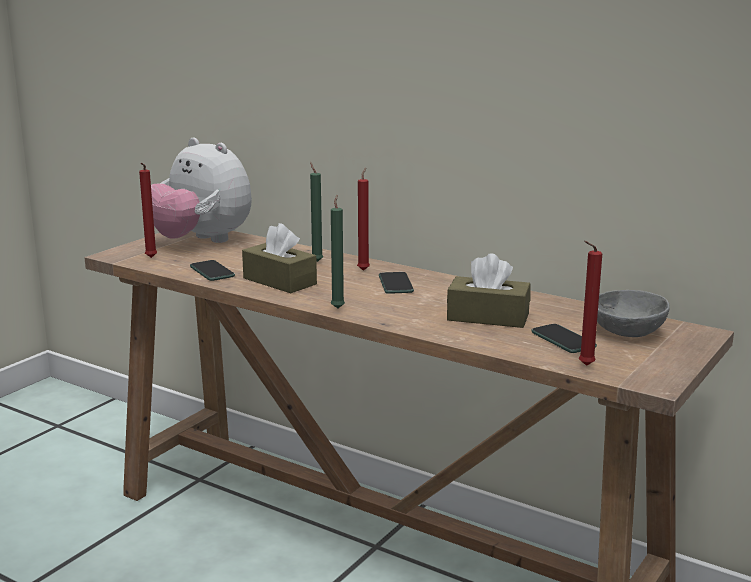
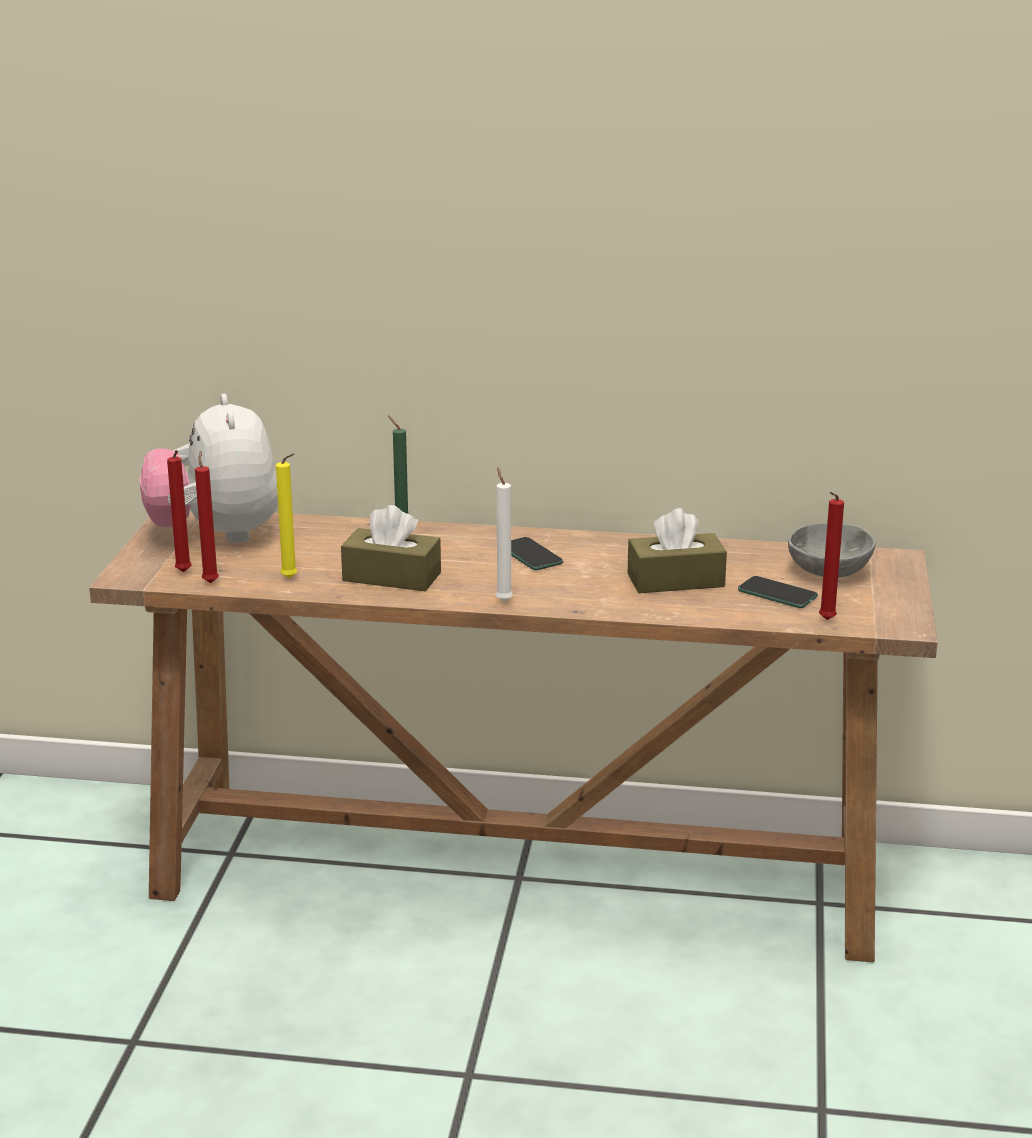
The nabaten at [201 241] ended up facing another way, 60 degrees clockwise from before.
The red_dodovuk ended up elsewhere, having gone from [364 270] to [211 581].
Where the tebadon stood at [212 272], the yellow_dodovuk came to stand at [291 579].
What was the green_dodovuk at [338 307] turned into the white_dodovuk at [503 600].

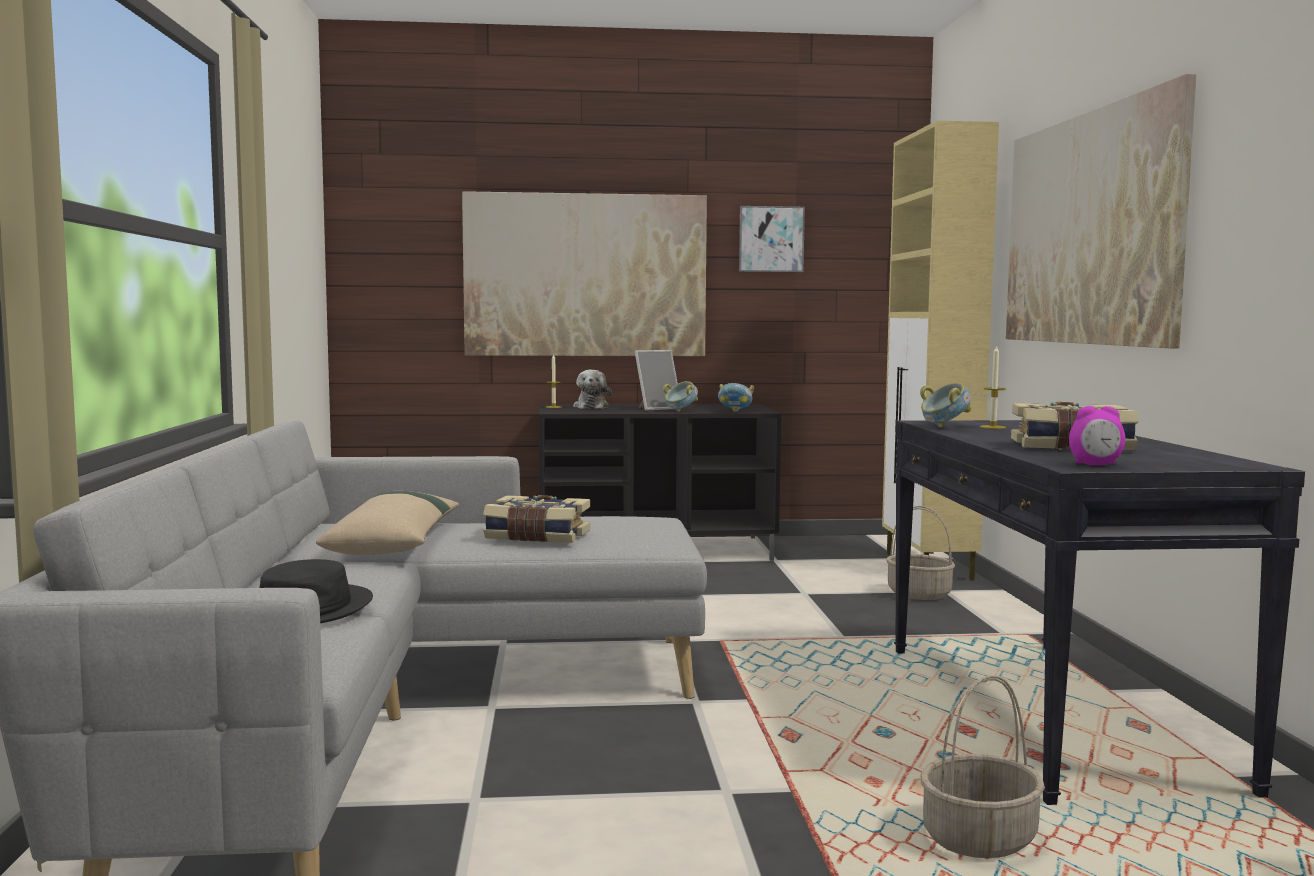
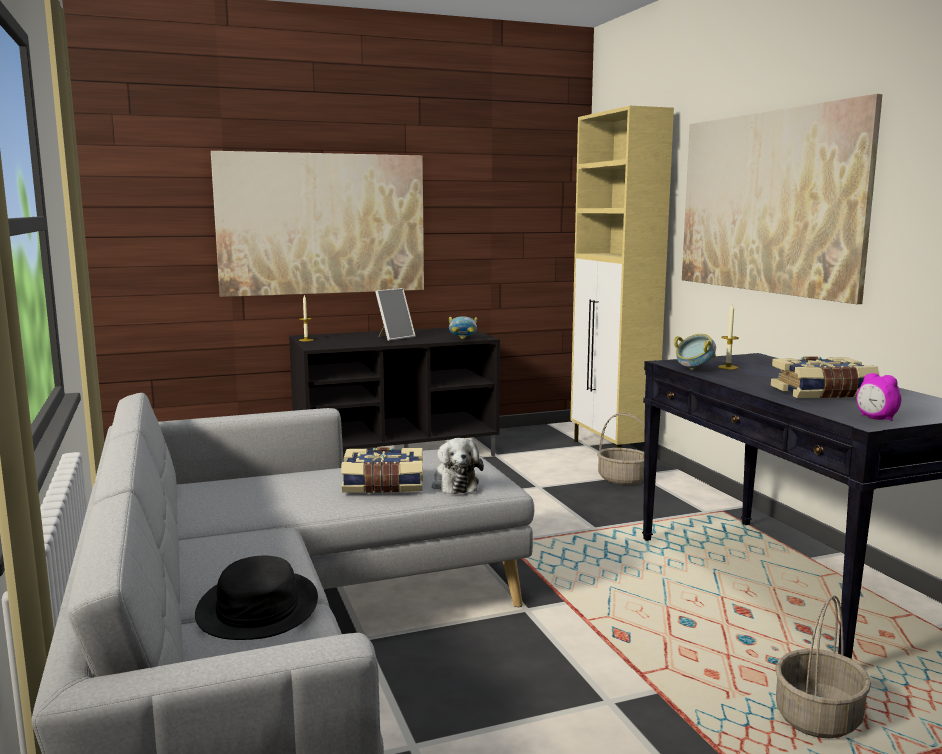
The nabaten ended up elsewhere, having gone from [591 407] to [454 484].
The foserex at [1095 465] ended up facing another way, 60 degrees clockwise from before.
The second view lost the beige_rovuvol at [394 542].
The second view lost the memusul at [680 411].
The second view lost the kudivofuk at [771 239].

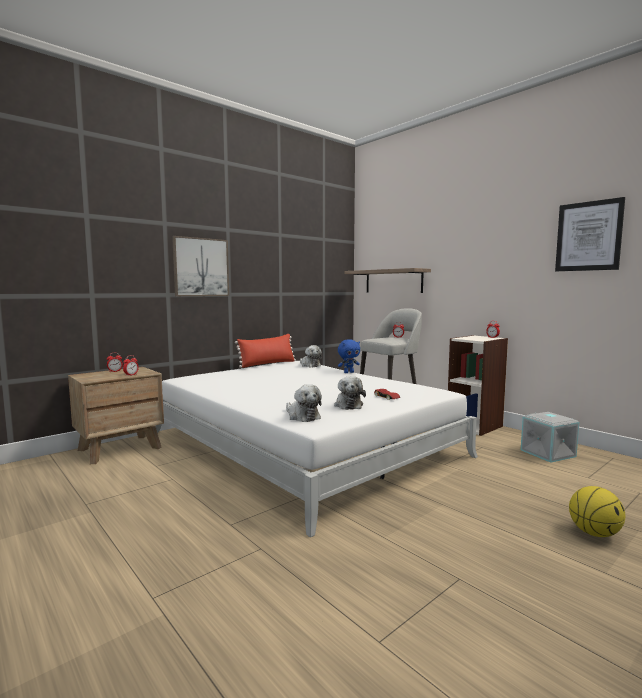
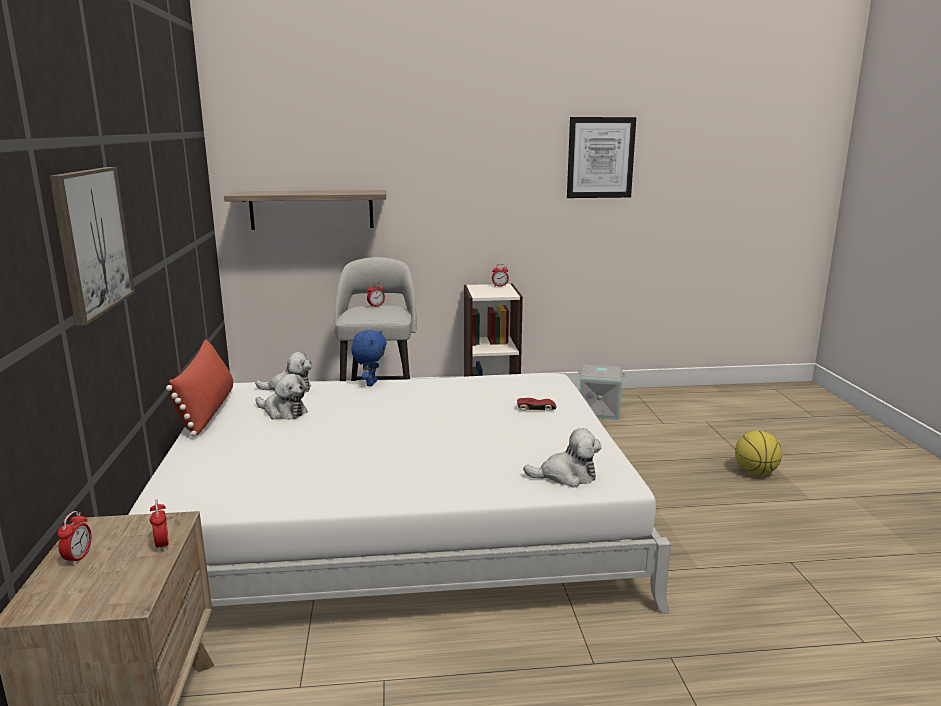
The nabaten ended up elsewhere, having gone from [348 405] to [283 412].

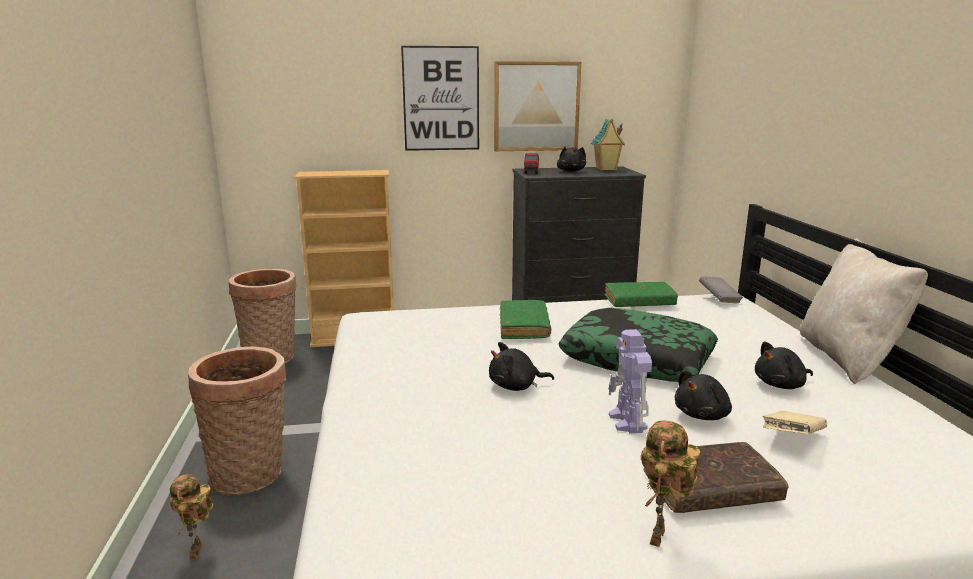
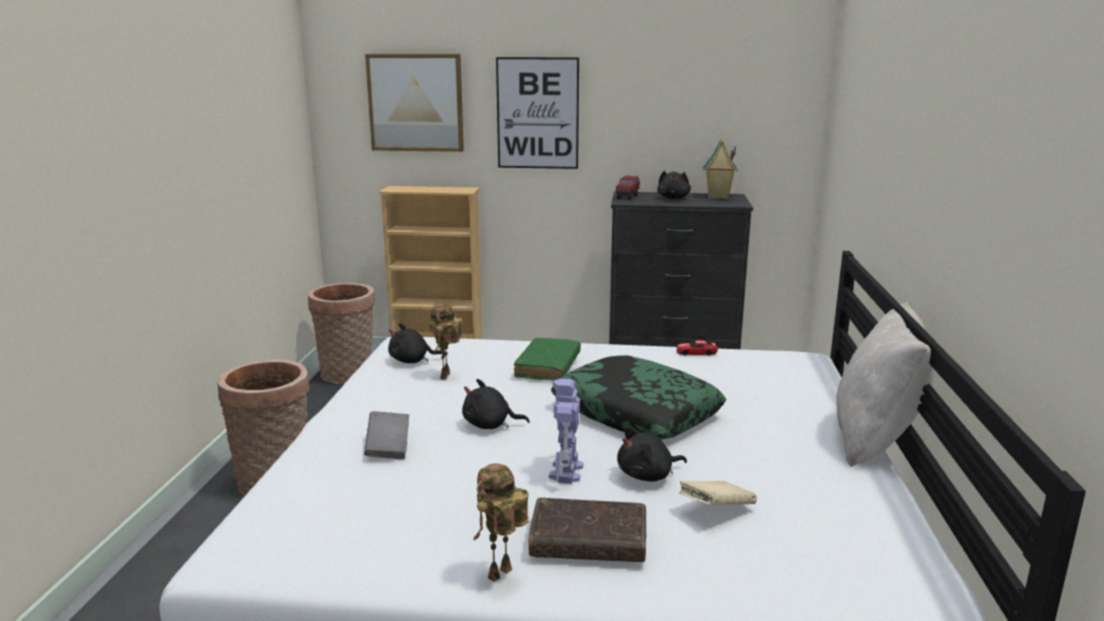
The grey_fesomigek ended up elsewhere, having gone from [719 299] to [388 448].
The kudivofuk ended up elsewhere, having gone from [536 106] to [416 103].
The black_nabaten ended up elsewhere, having gone from [781 385] to [412 361].
The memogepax ended up elsewhere, having gone from [198 552] to [447 376].
Where the green_fesomigek stood at [639 302], the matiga came to stand at [696 352].

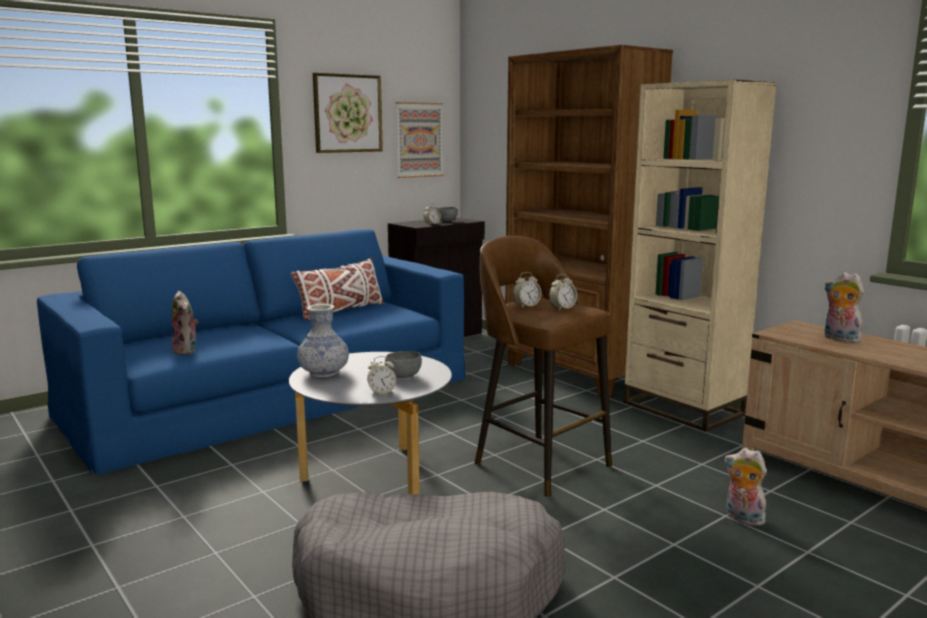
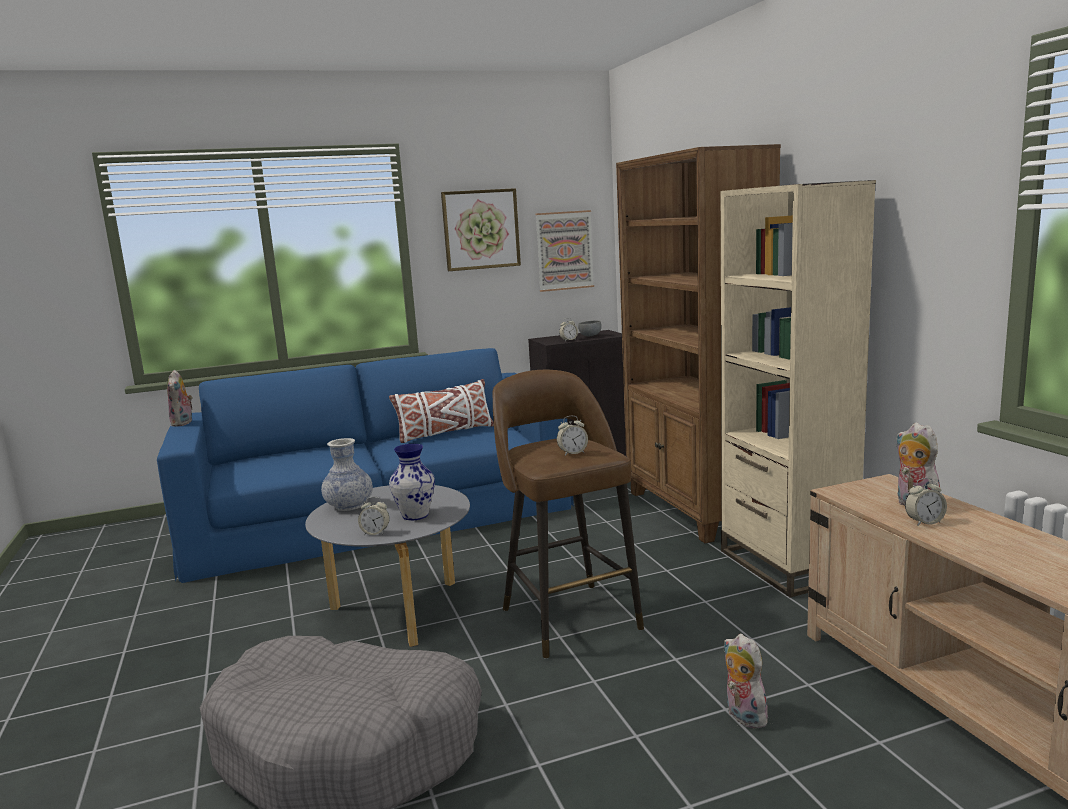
The nabaten ended up elsewhere, having gone from [187 351] to [183 423].
Where the grey_memusul stood at [403 376], the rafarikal came to stand at [414 515].
The foserex ended up elsewhere, having gone from [526 306] to [924 522].

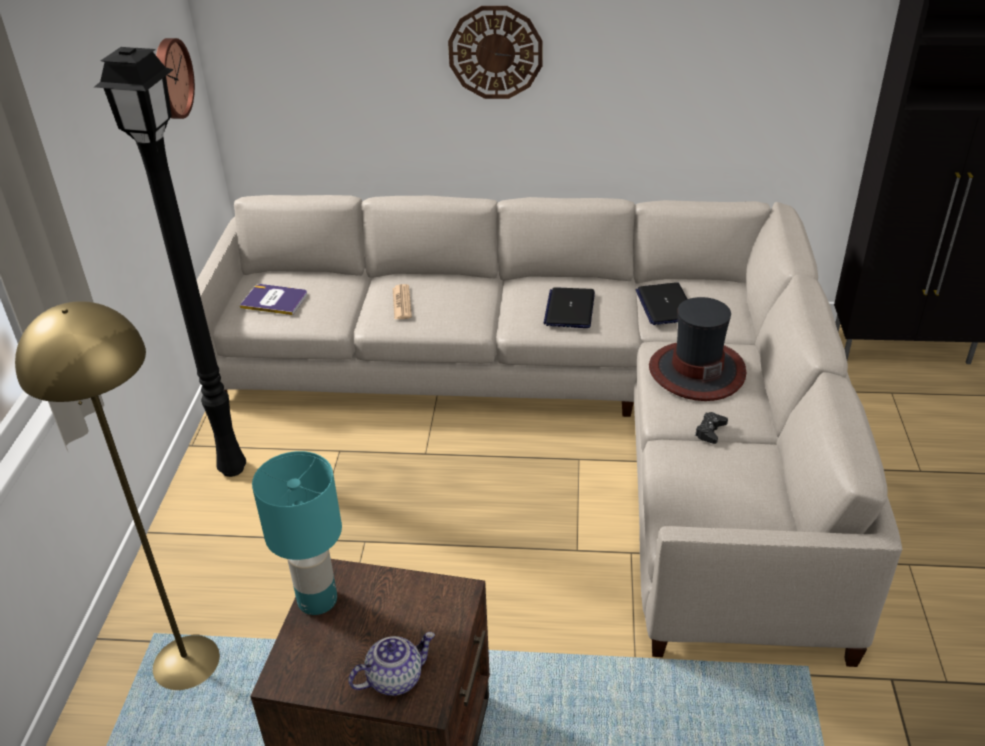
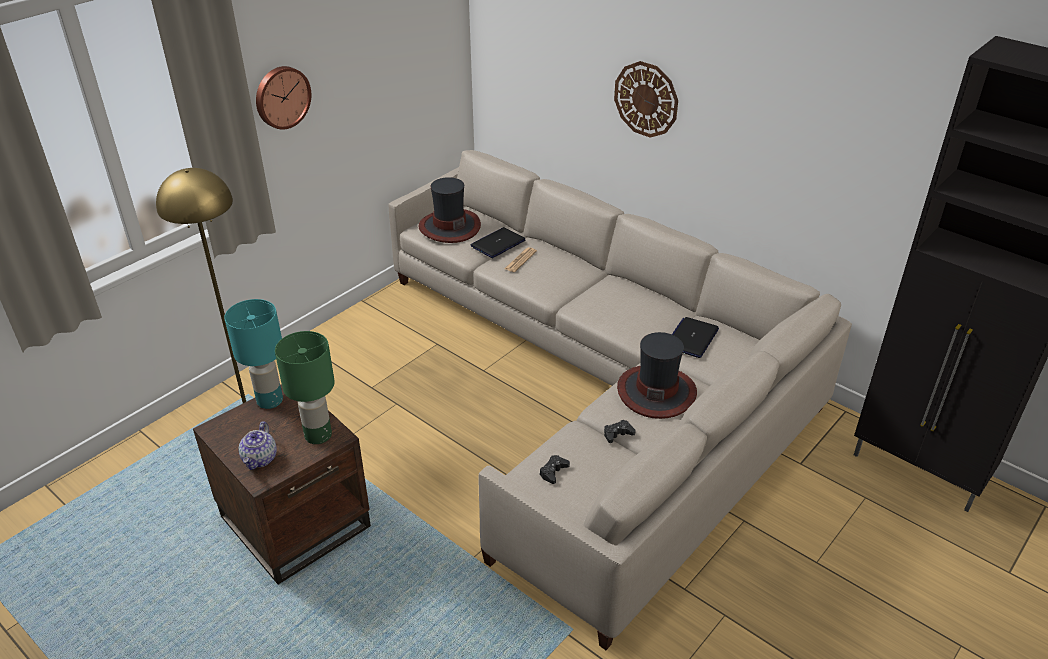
The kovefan at [395 678] ended up facing another way, 90 degrees clockwise from before.
The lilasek ended up elsewhere, having gone from [170 78] to [281 97].
The second view gained the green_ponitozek at [318 436].
Where the fesomigek stood at [274 300], the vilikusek came to stand at [449 227].
The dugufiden ended up elsewhere, having gone from [569 309] to [498 243].
The second view gained the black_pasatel at [553 472].
The second view lost the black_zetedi at [231 467].

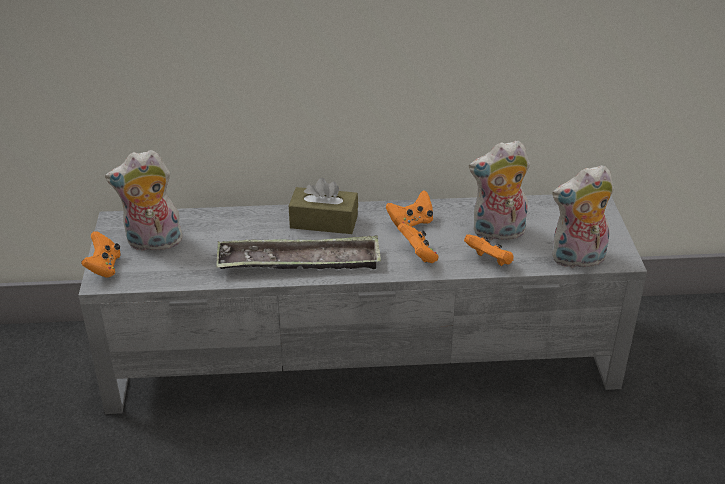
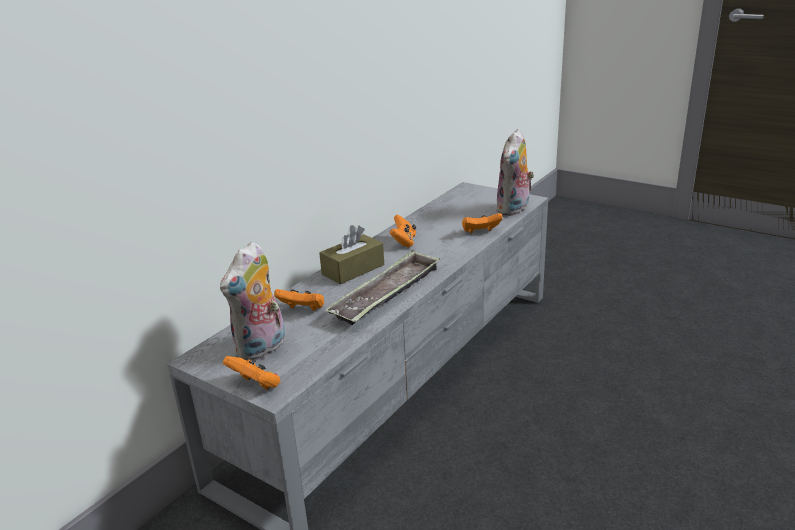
The orange_pasatel ended up elsewhere, having gone from [418 255] to [303 310].
The second view lost the nabaten at [497 233].

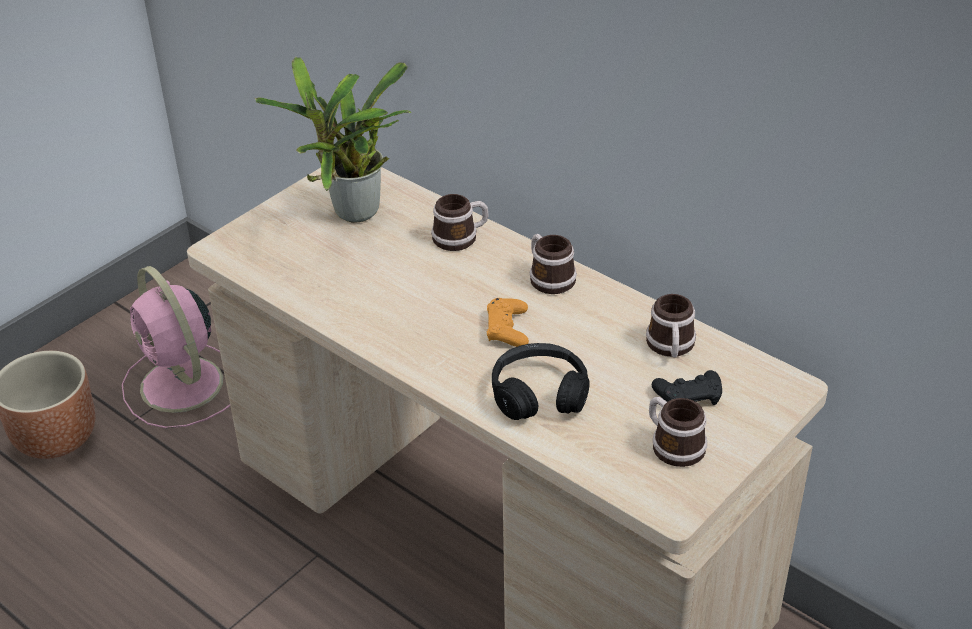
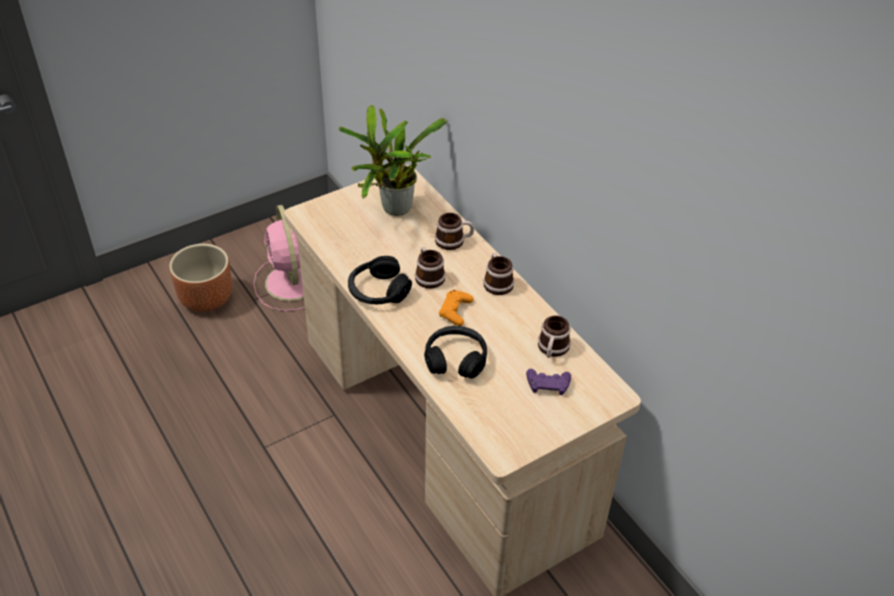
The second view gained the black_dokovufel at [378 291].
The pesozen ended up elsewhere, having gone from [673 444] to [428 276].
What was the black_pasatel at [688 395] turned into the purple_pasatel at [548 384].

